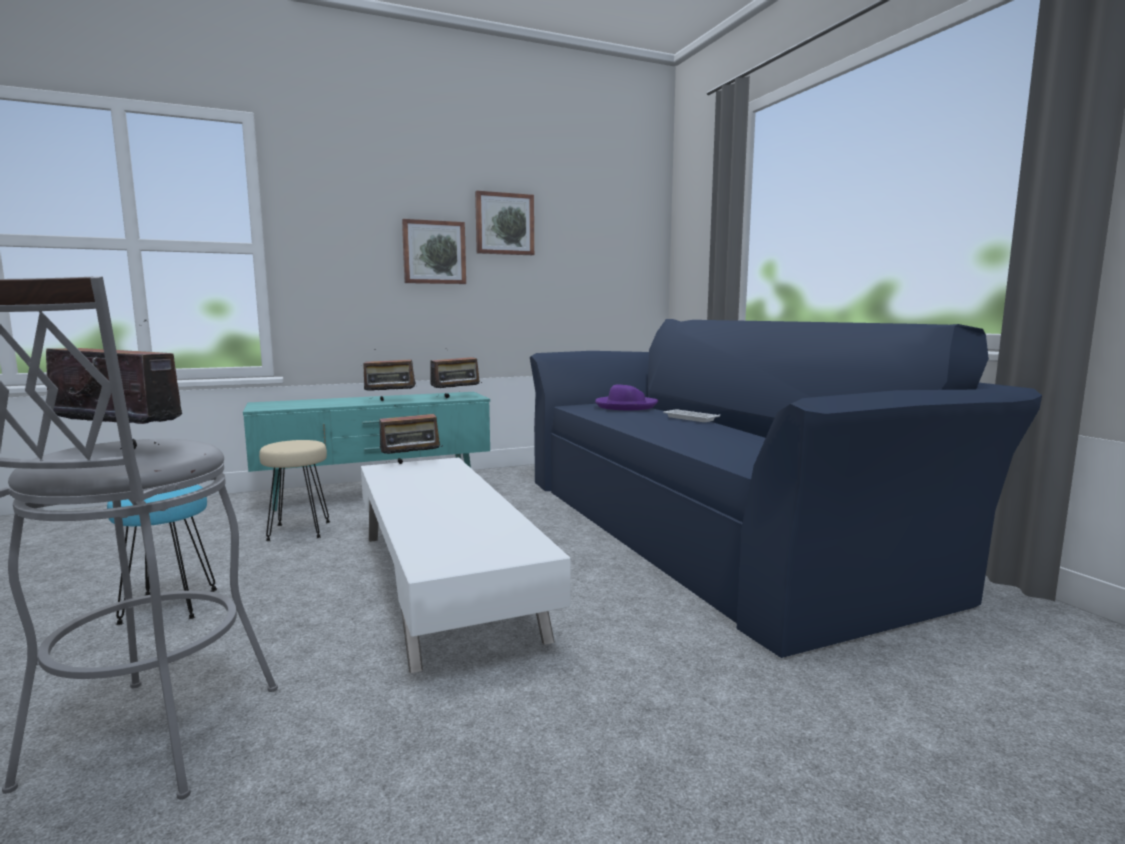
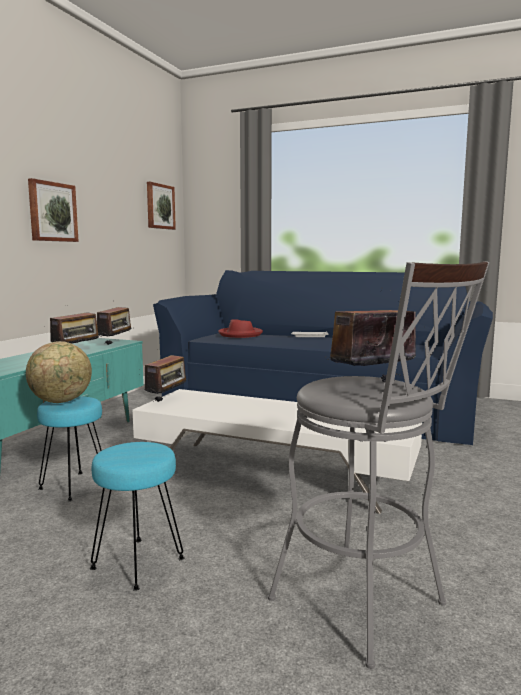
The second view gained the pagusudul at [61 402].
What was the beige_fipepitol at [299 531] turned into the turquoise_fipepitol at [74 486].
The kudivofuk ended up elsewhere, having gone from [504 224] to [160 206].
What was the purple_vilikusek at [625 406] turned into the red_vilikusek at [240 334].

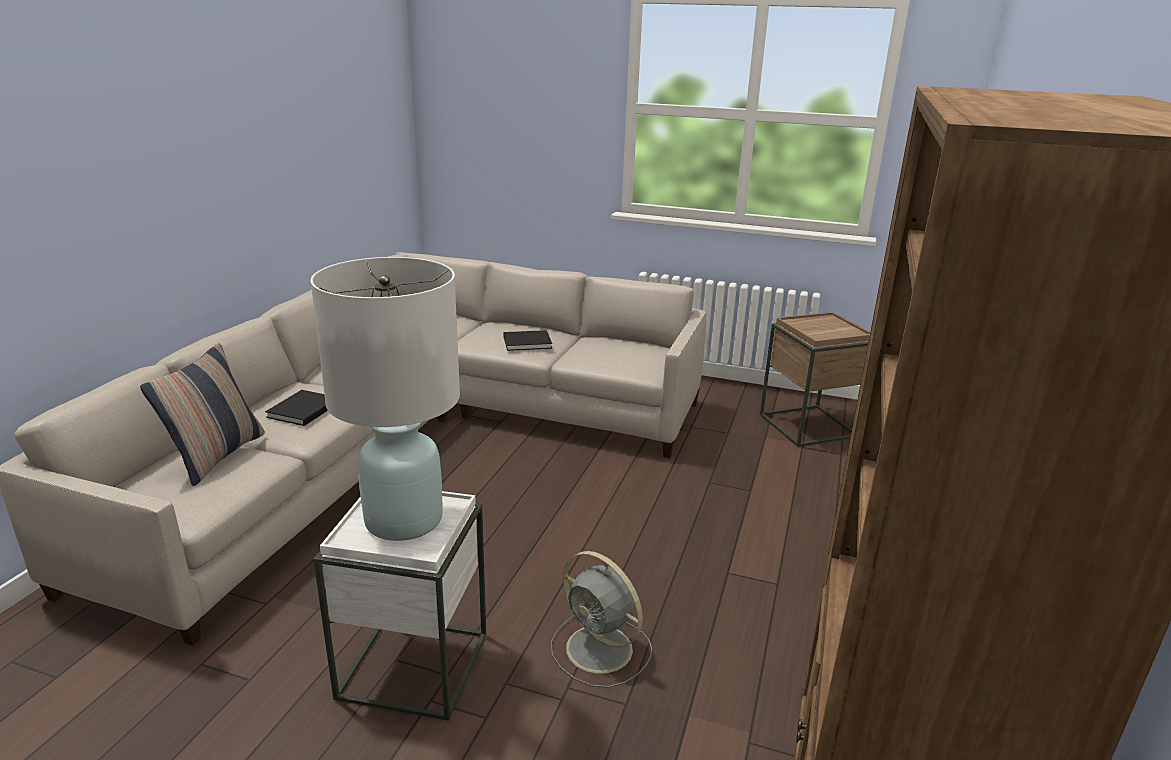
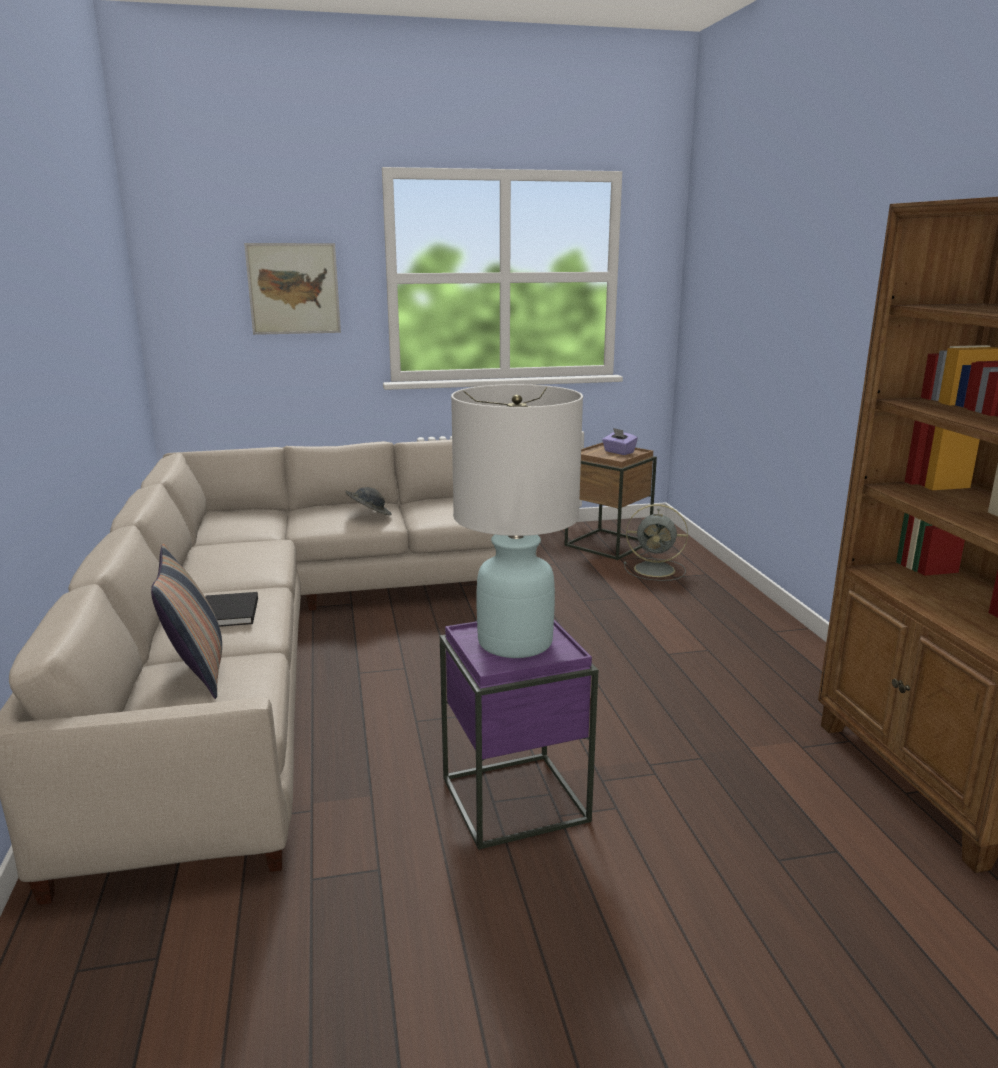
The second view gained the kudivofuk at [293 289].
Where the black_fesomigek stood at [529 342], the grey_vilikusek came to stand at [368 514].
What was the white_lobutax at [414 665] turned into the purple_lobutax at [514 798].
The second view gained the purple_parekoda at [618 452].
The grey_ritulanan ended up elsewhere, having gone from [601 650] to [656 570].

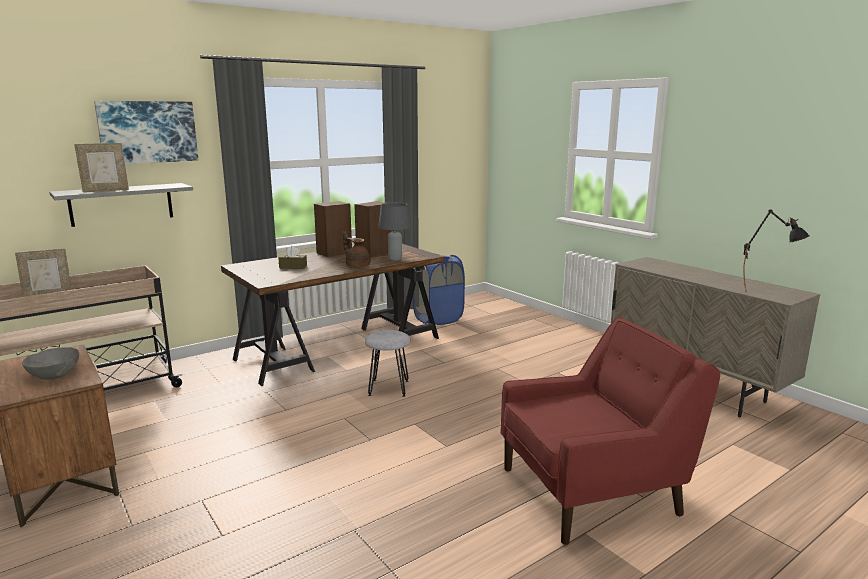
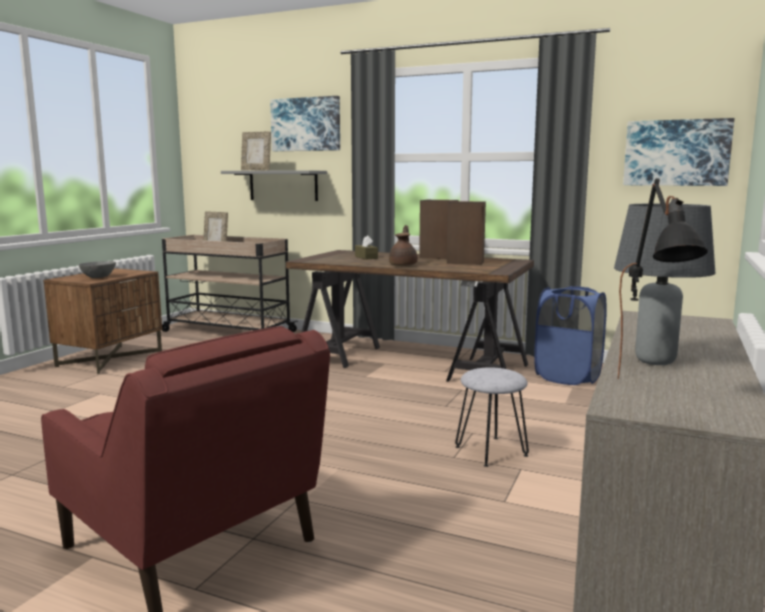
The grey_fipepitol ended up elsewhere, having gone from [388 388] to [490 451].
The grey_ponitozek ended up elsewhere, having gone from [395 259] to [655 361].
The second view gained the kudivofuk at [676 153].

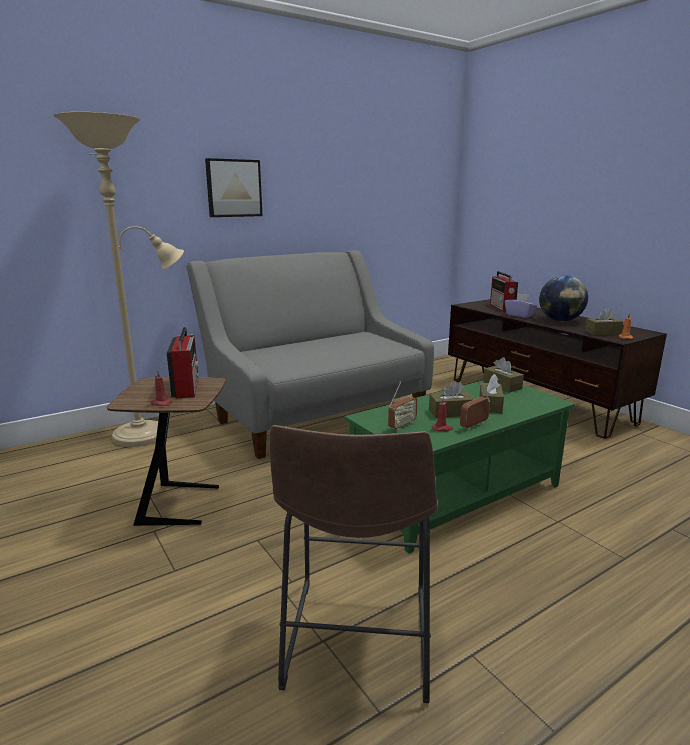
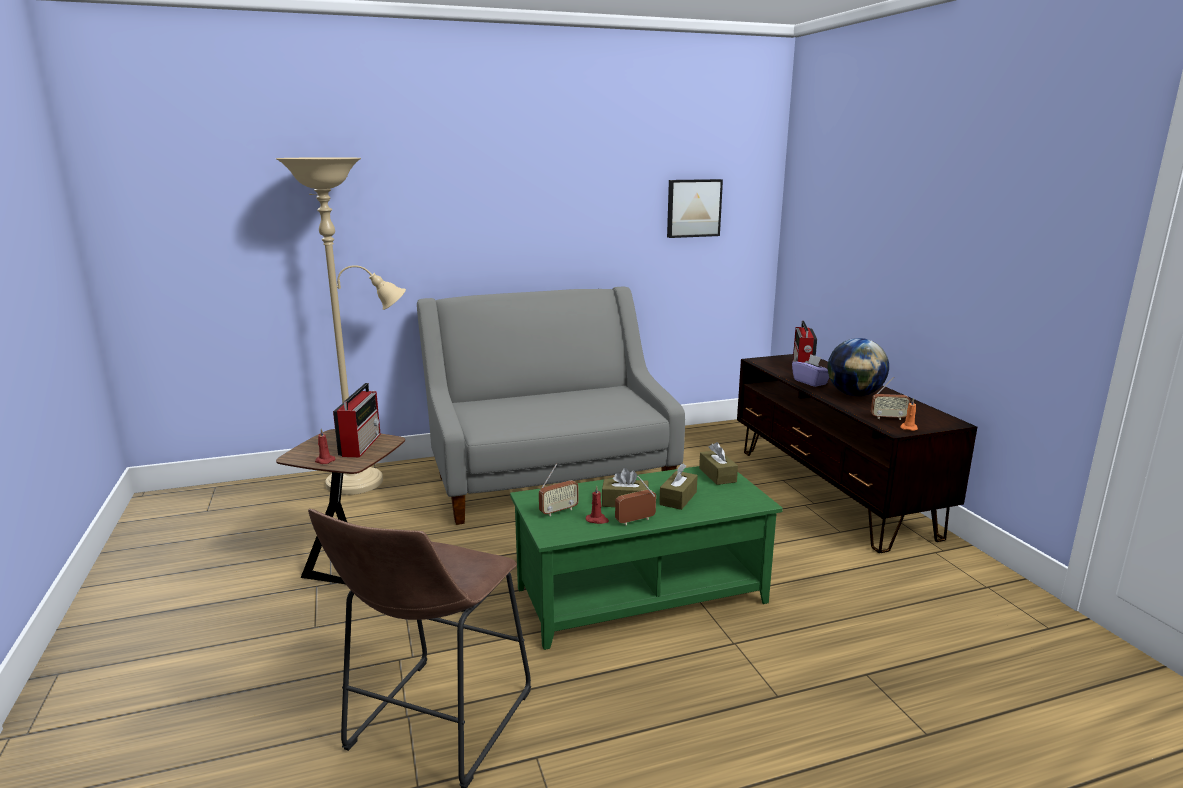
The kudivofuk ended up elsewhere, having gone from [233 188] to [693 208].
Where the brown_parekoda stood at [602 332], the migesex came to stand at [888 418].

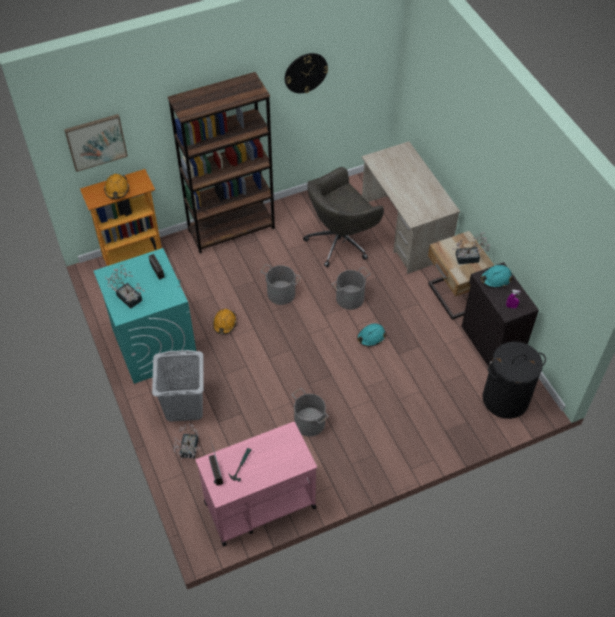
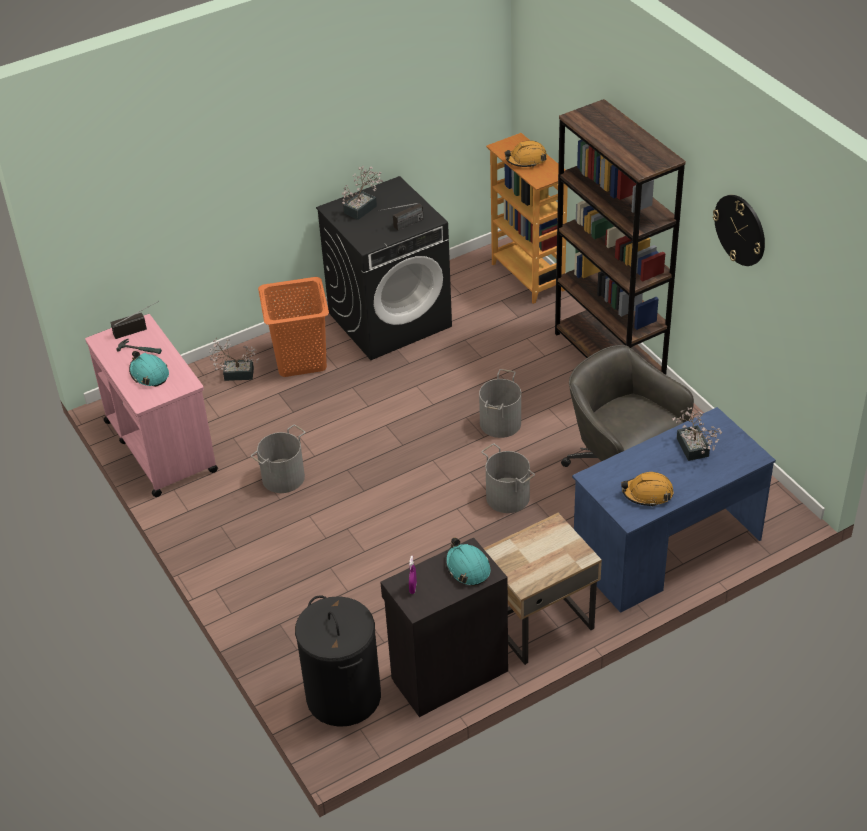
The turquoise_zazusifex ended up elsewhere, having gone from [371 337] to [149 374].
What was the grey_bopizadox at [184 405] turned into the orange_bopizadox at [300 359].
What was the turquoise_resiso at [154 345] turned into the black_resiso at [390 319].
What was the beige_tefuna at [404 230] turned into the blue_tefuna at [666 550].
The orange_zazusifex ended up elsewhere, having gone from [224 324] to [647 494].
The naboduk ended up elsewhere, having gone from [470 258] to [693 450].
The second view lost the kudivofuk at [96 142].

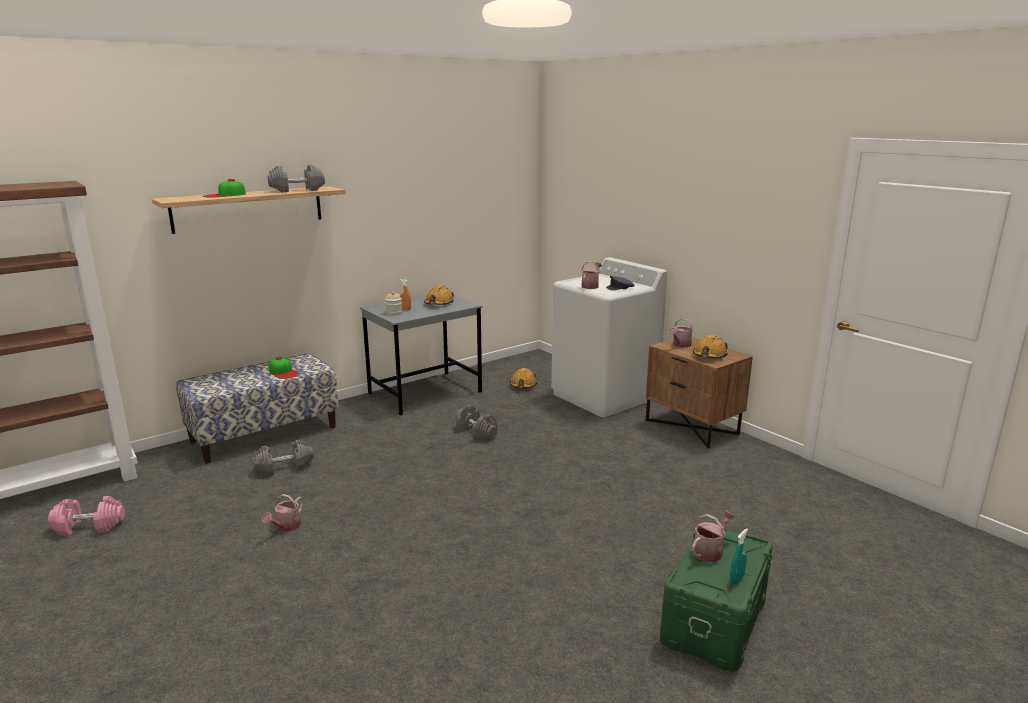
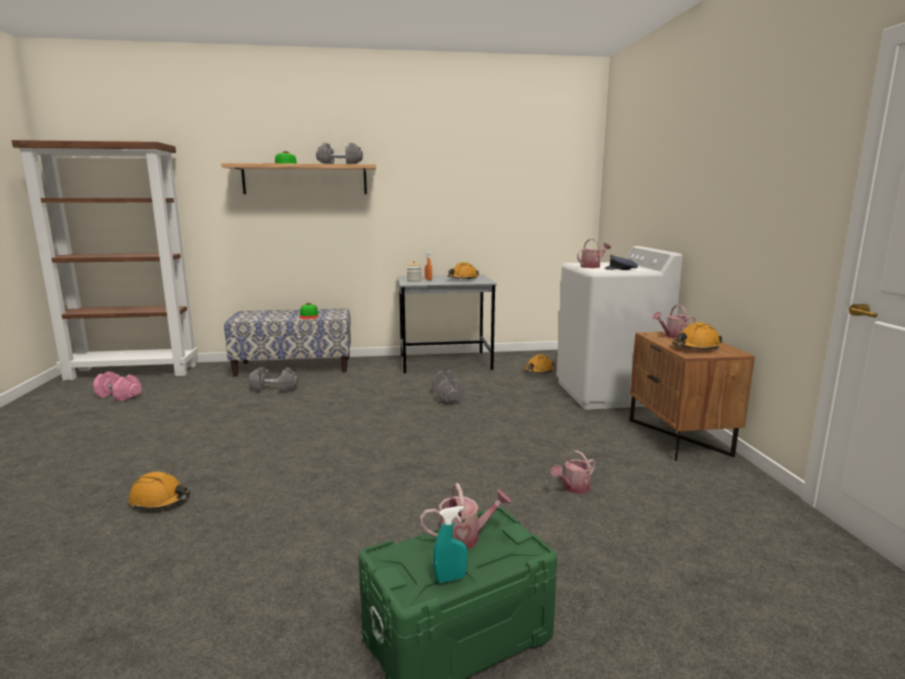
The second view gained the orange_zazusifex at [160 500].
The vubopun ended up elsewhere, having gone from [286 527] to [573 488].

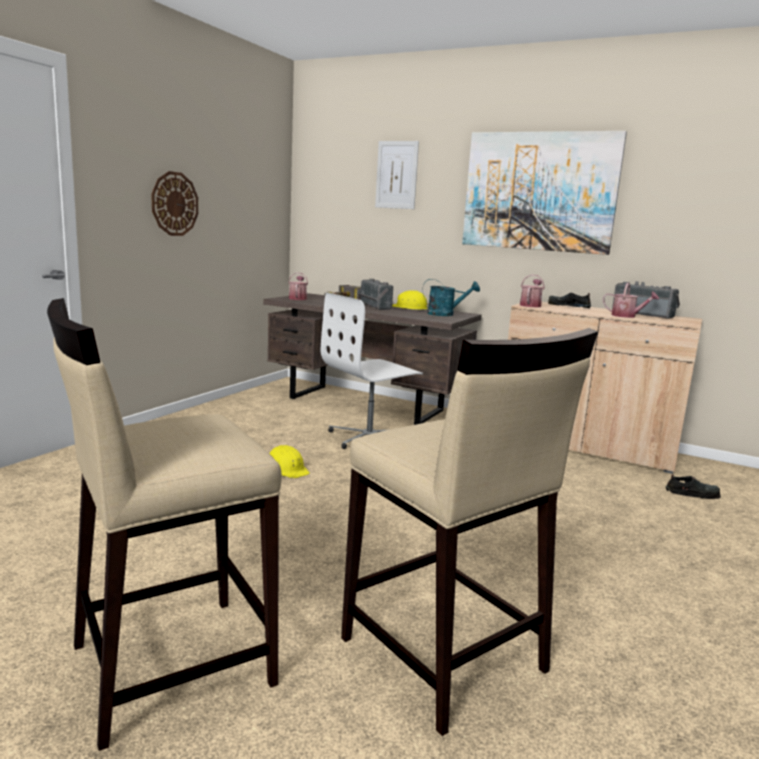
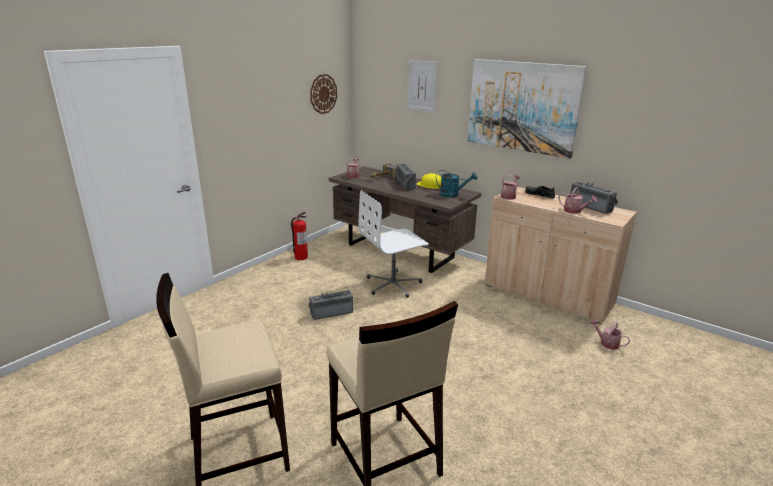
The second view gained the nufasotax at [301 257].
Where the yellow_zazusifex stood at [286 469], the migesex came to stand at [331 312].
The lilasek ended up elsewhere, having gone from [174 204] to [323 94].
Where the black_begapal stood at [693 493], the vubopun came to stand at [607 343].

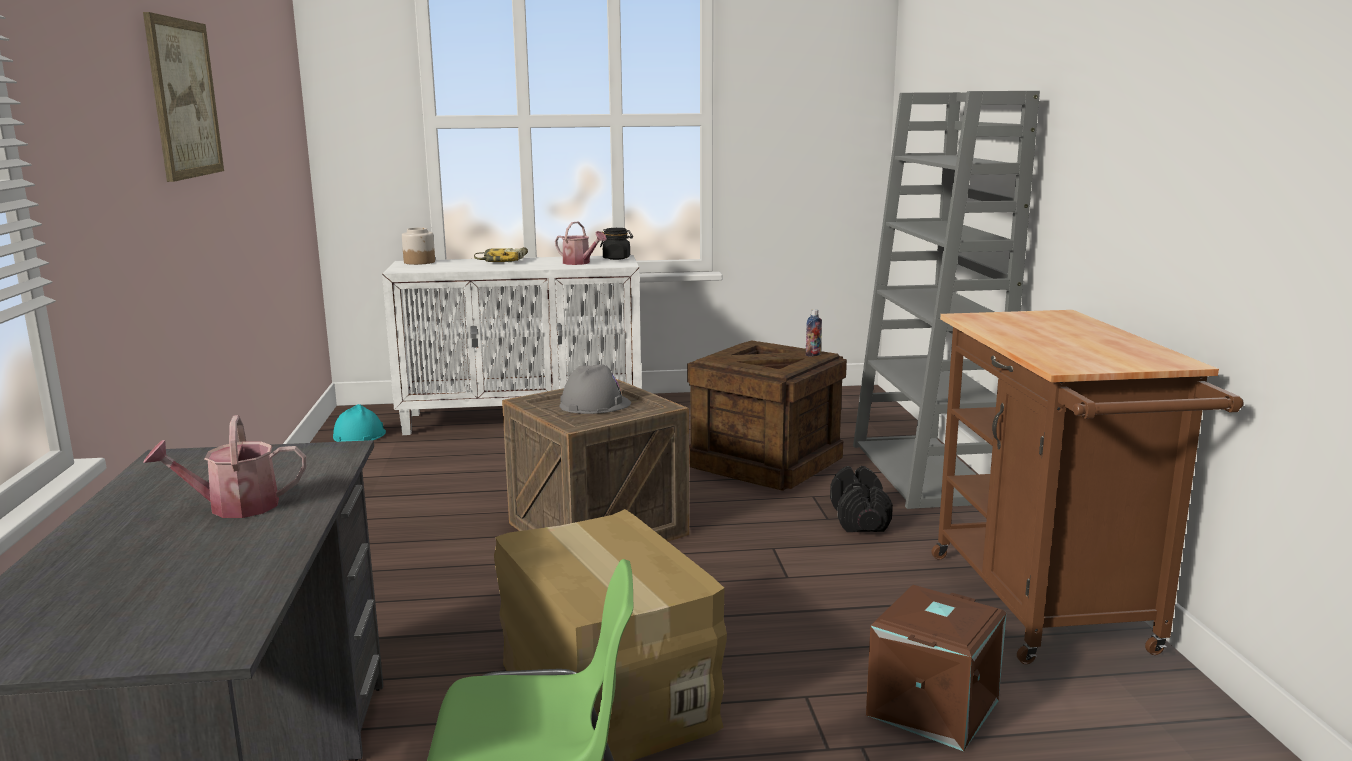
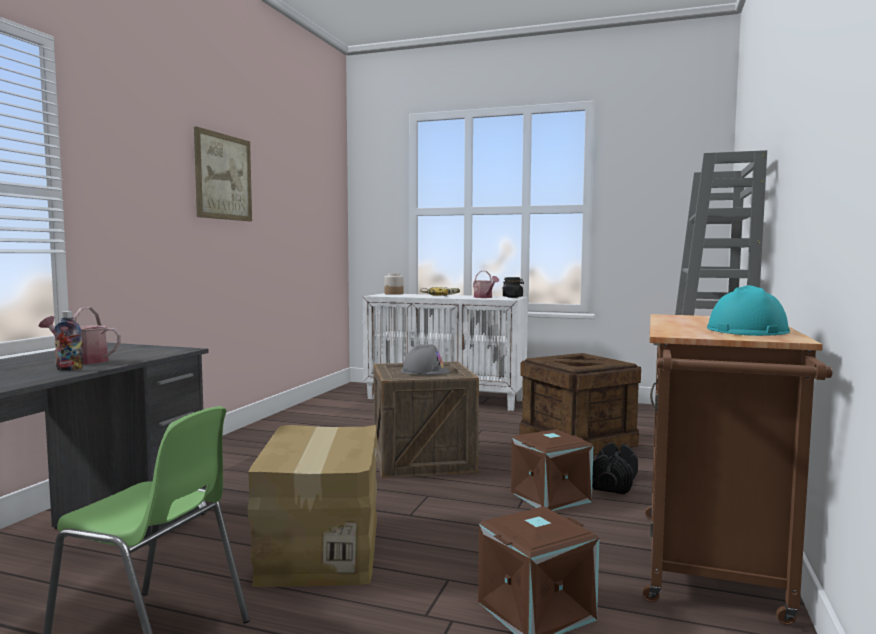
The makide ended up elsewhere, having gone from [813 354] to [69 369].
The second view gained the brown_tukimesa at [550 496].
The turquoise_zazusifex ended up elsewhere, having gone from [359 435] to [746 331].

